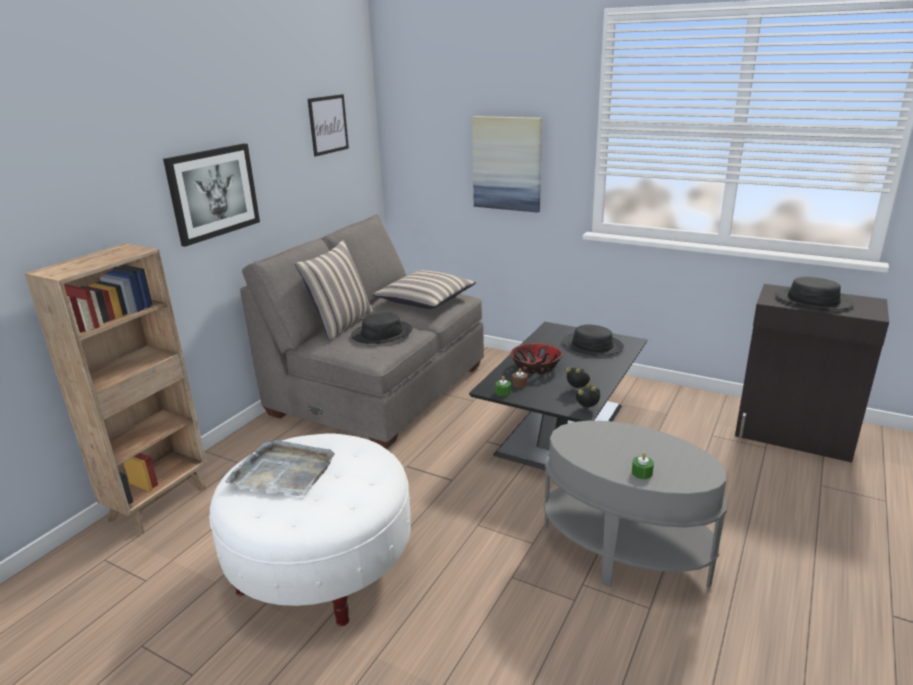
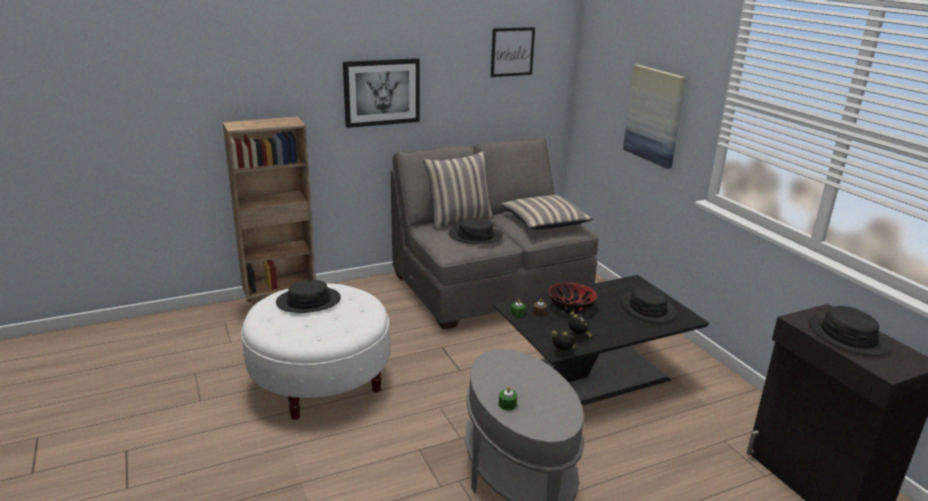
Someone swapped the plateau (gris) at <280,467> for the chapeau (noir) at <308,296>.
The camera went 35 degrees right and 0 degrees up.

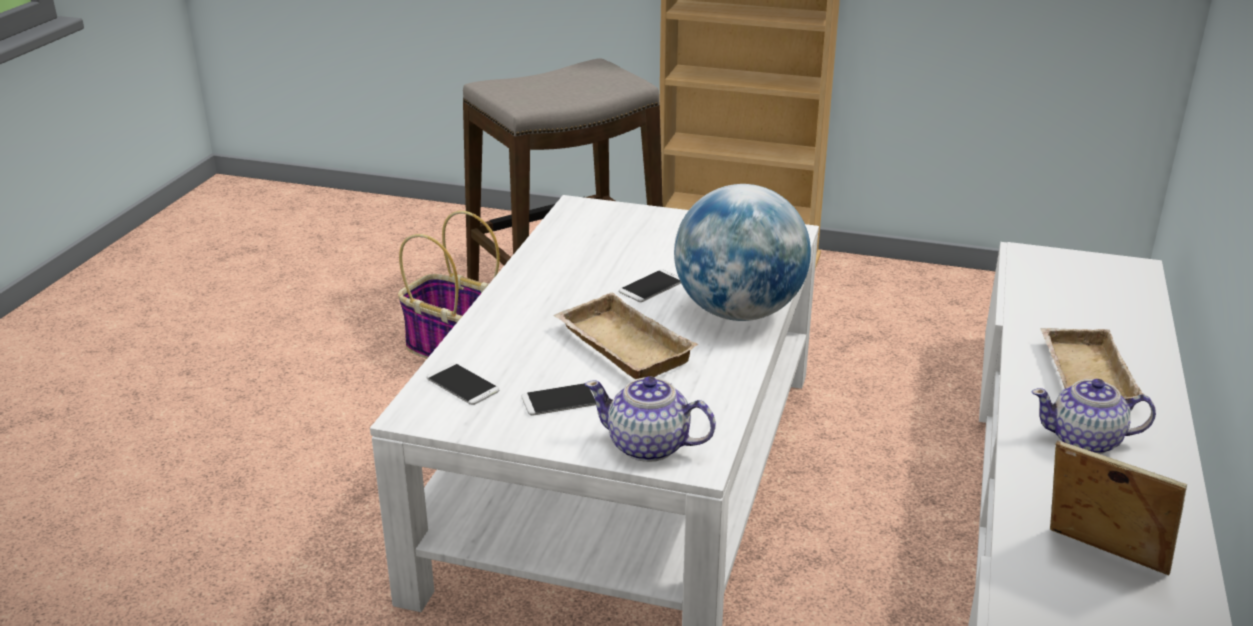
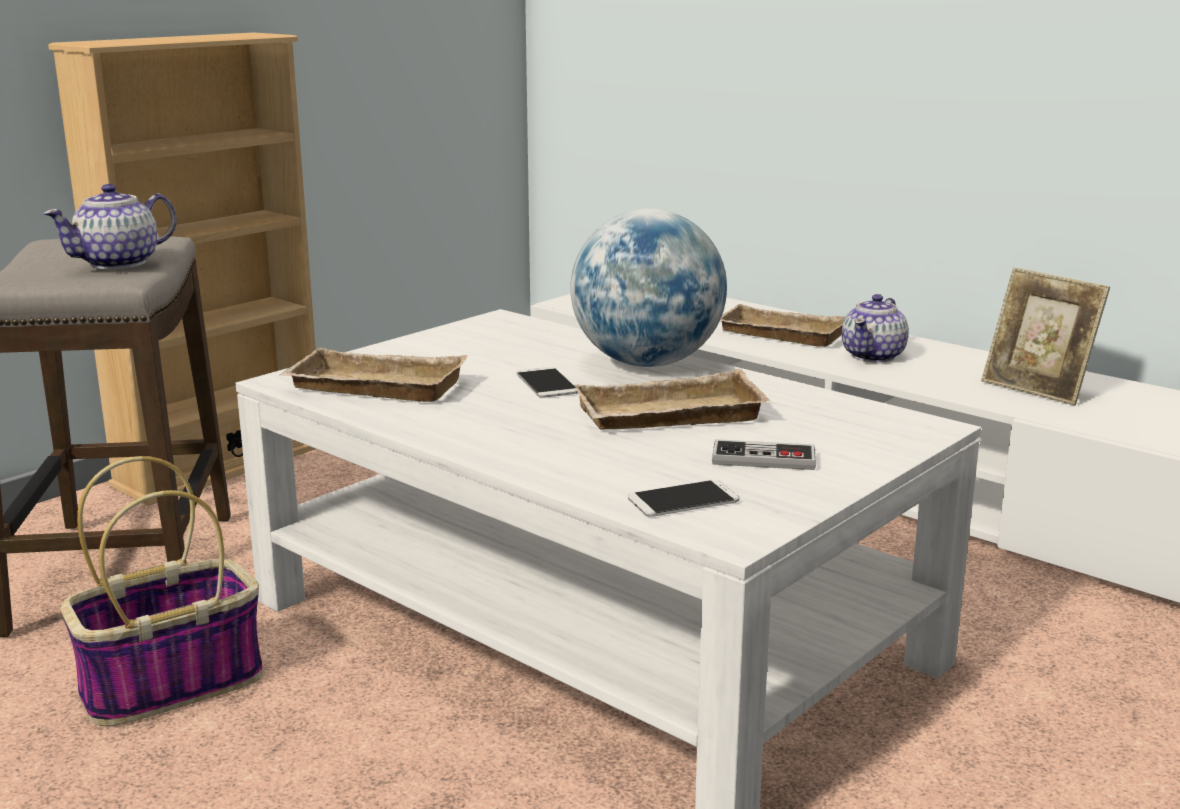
Someone put down the plateau (beige) at <374,375>.
Someone carried the théière from <650,419> to <110,226>.
Someone swapped the téléphone at <559,399> for the manette at <764,454>.
Someone rotated the cadre photo at <1118,507> by 105 degrees counterclockwise.
The camera went 65 degrees left and 10 degrees down.

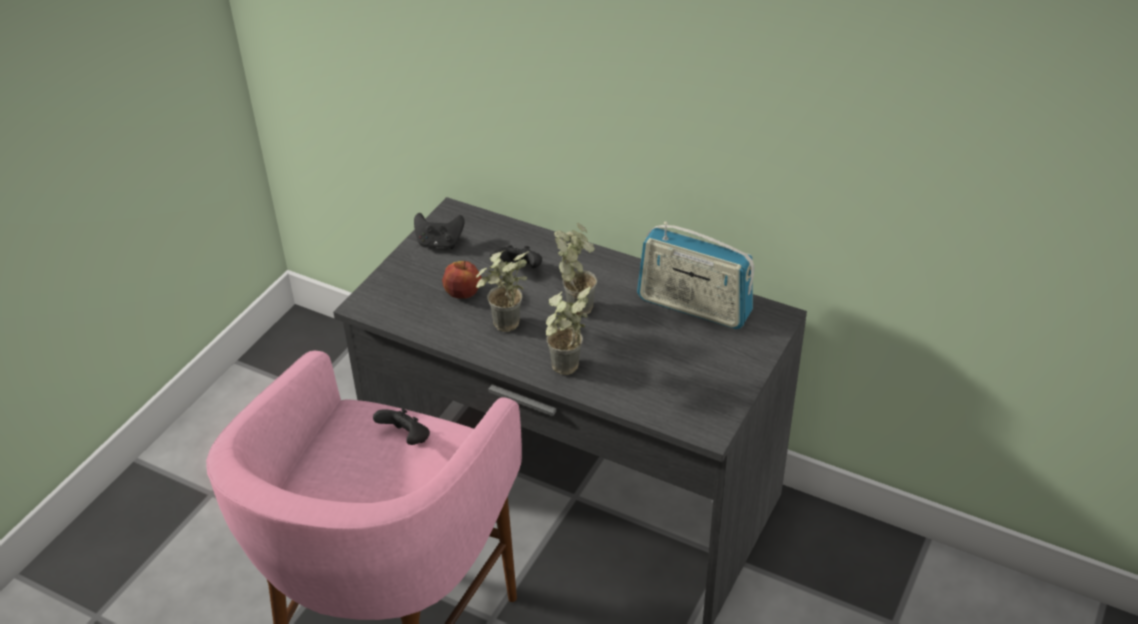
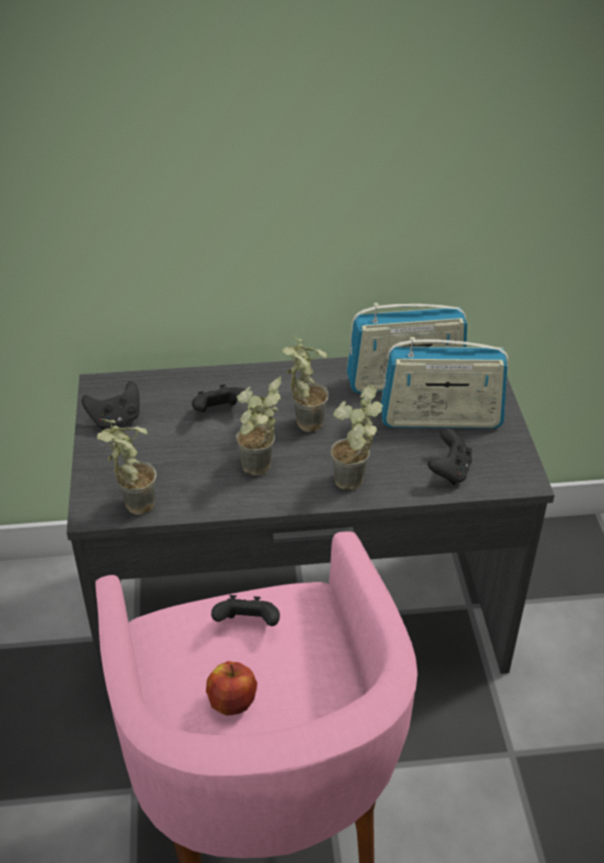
Someone put down the plante en pot at <127,467>.
Someone put down the radio at <445,382>.
Someone put down the manette (noir) at <450,456>.
Someone carried the pomme from <462,280> to <231,688>.
The camera went 35 degrees left and 0 degrees up.

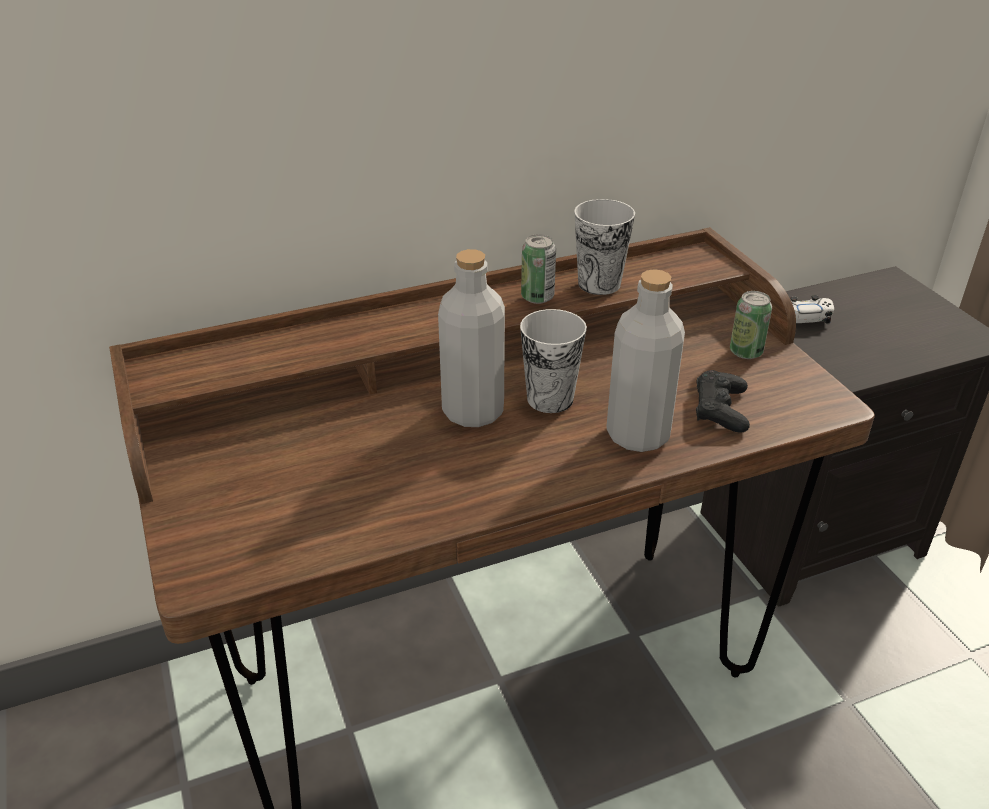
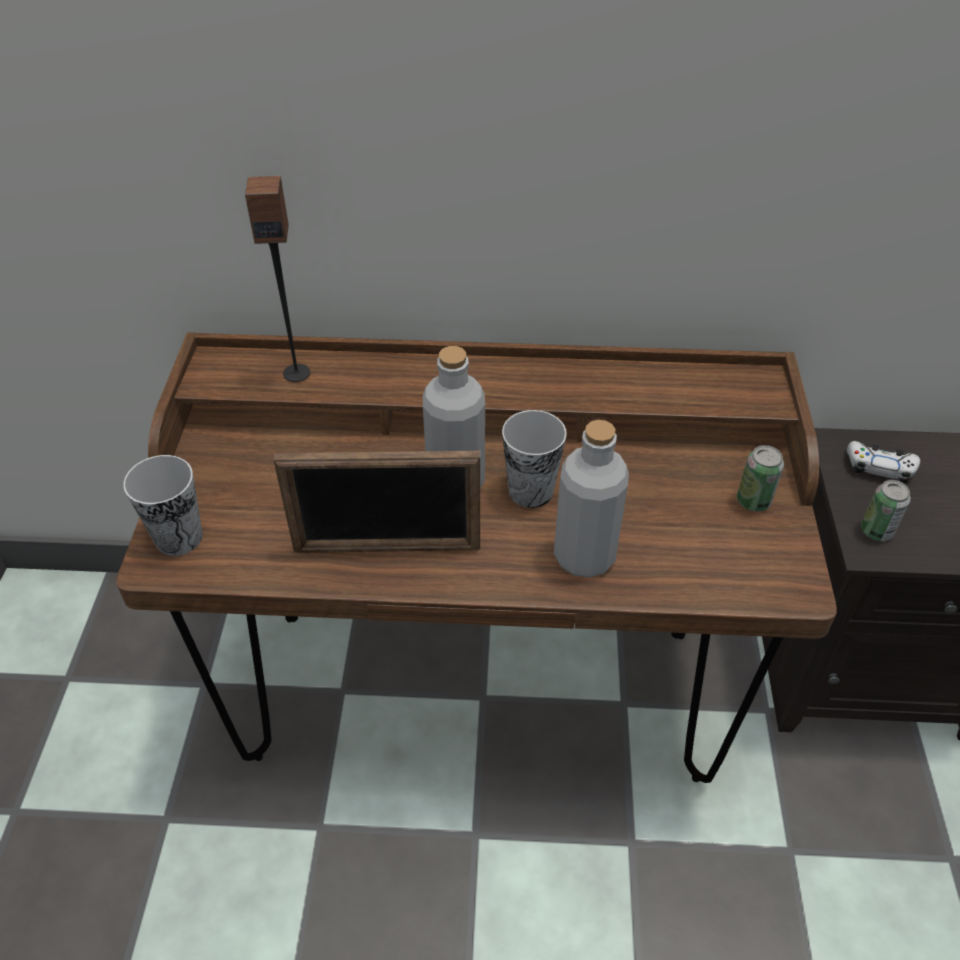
Someone took away the manette (noir) at <723,401>.
Someone put down the enceinte at <277,279>.
Someone put down the cadre photo at <376,502>.
Someone carried the boîte métallique from <538,269> to <886,510>.
Someone carried the tasse from <604,247> to <163,505>.
The camera went 25 degrees right and 10 degrees up.

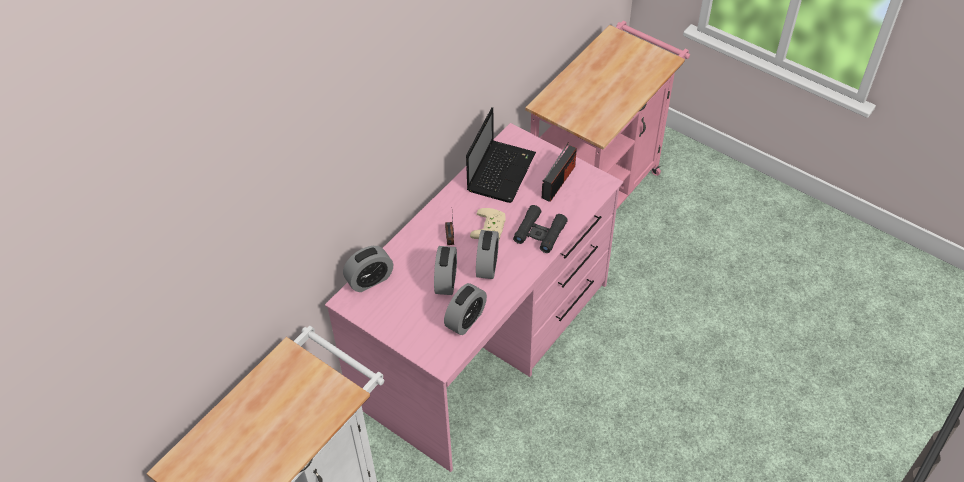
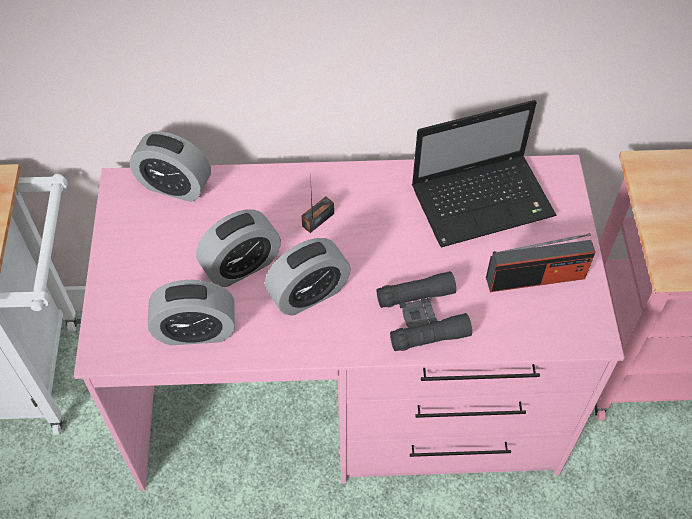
Someone took away the manette (beige) at <488,224>.
The camera went 50 degrees right and 5 degrees up.

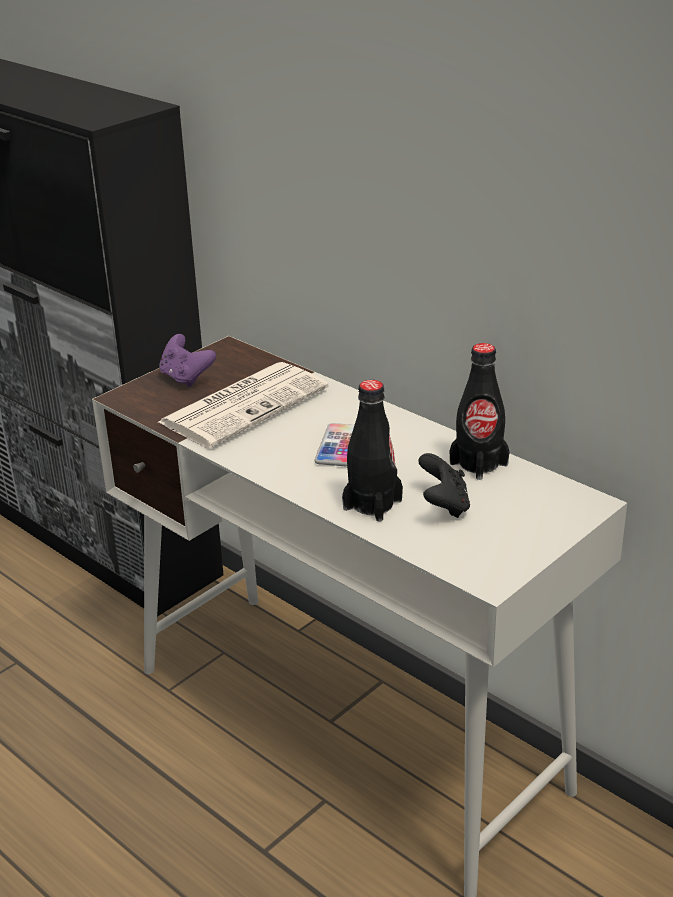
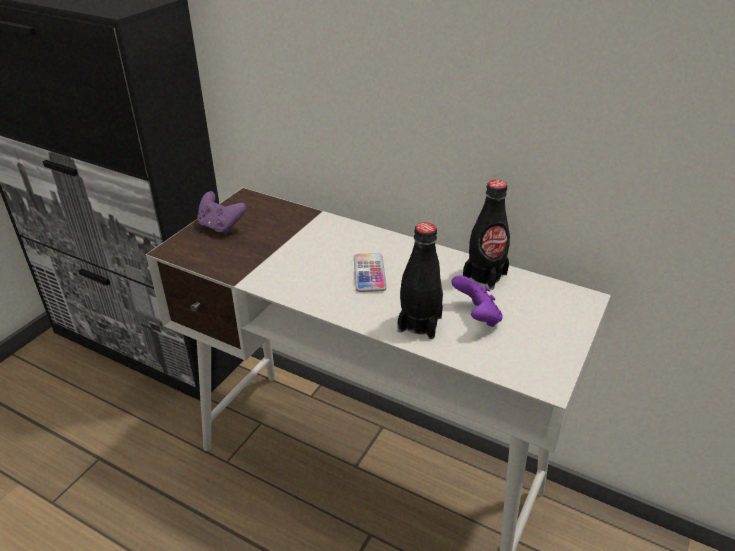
Someone took away the journal at <244,405>.
Someone repainted the manette (noir) at <444,485>, which became the manette (violet) at <477,301>.
The camera went 15 degrees left and 5 degrees up.

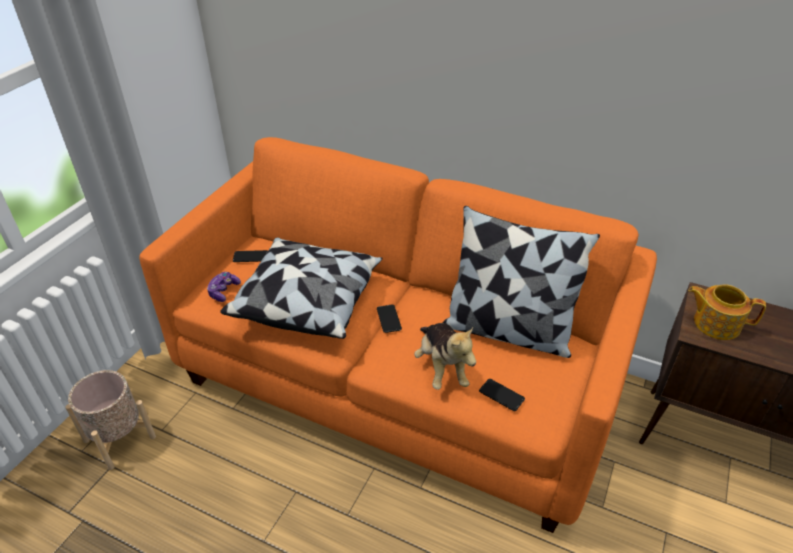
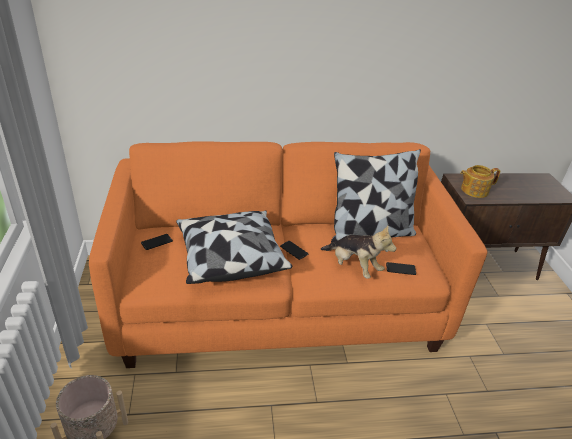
Someone took away the manette at <224,287>.
The camera went 35 degrees left and 5 degrees down.

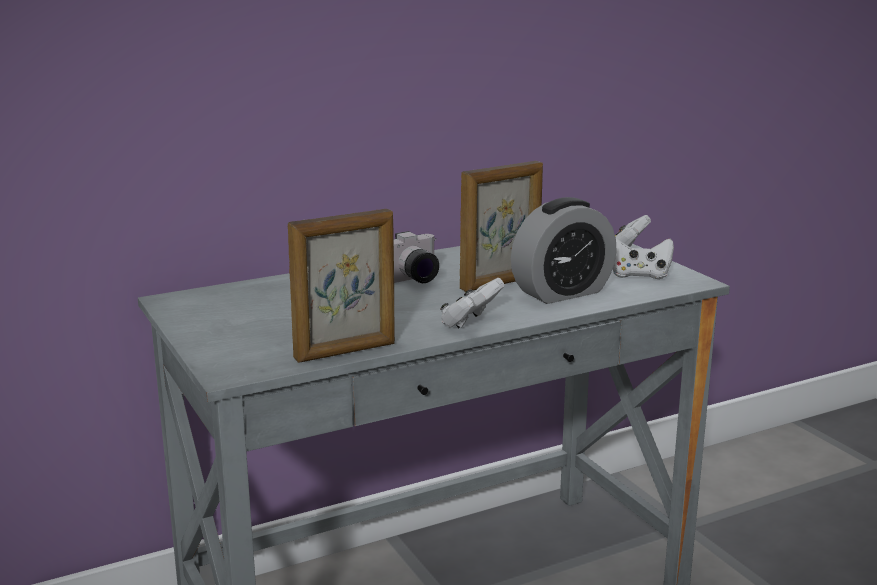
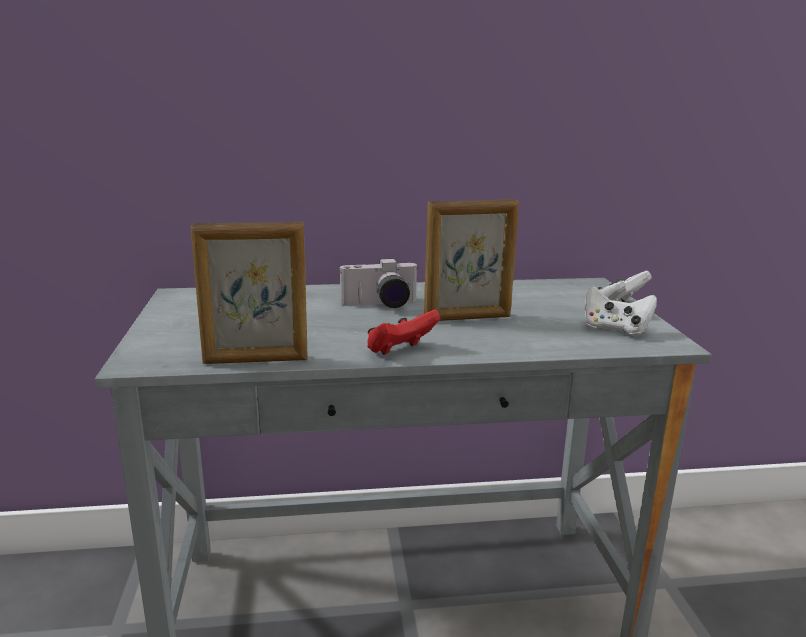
Someone took away the réveil at <564,250>.
Someone repainted the manette (blanc) at <472,303>, which became the manette (rouge) at <404,332>.
The camera went 20 degrees right and 0 degrees up.

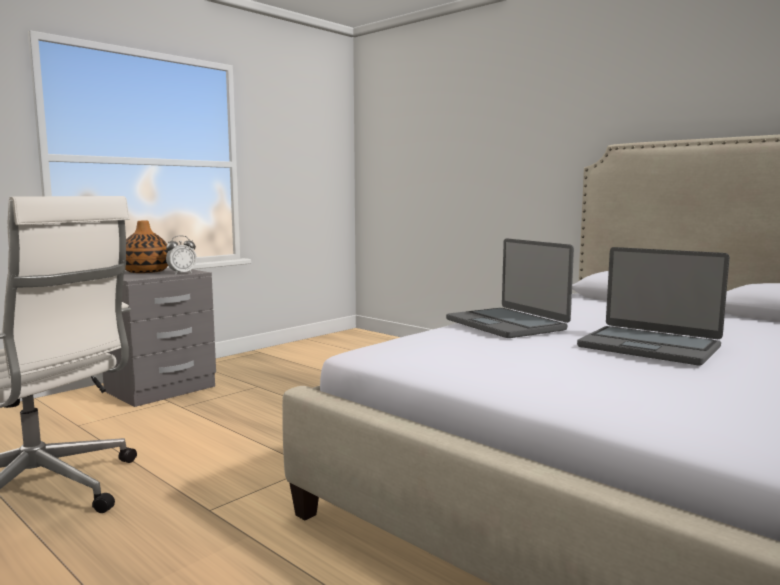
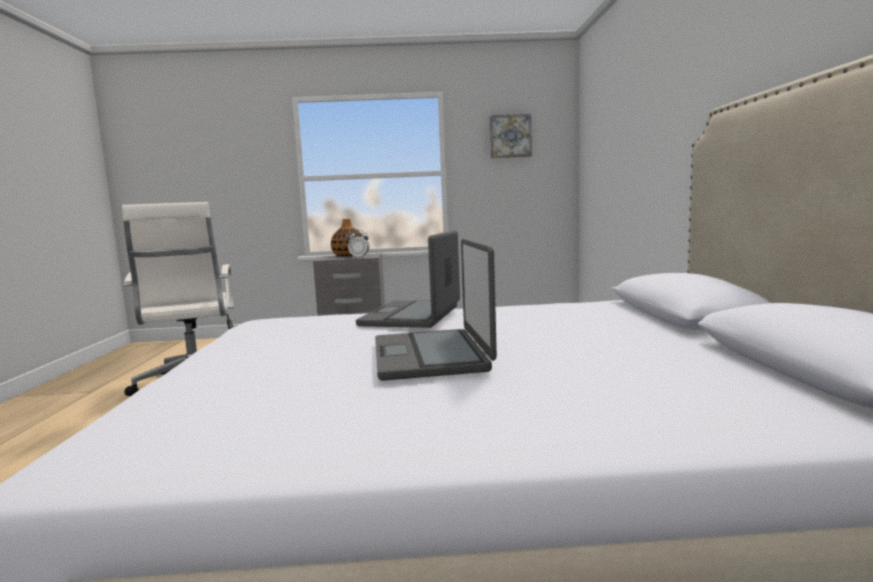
Someone put up the tableau at <511,136>.
The camera went 45 degrees right and 0 degrees up.

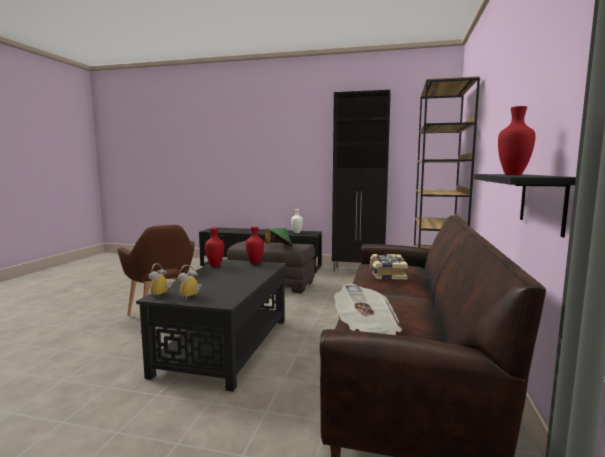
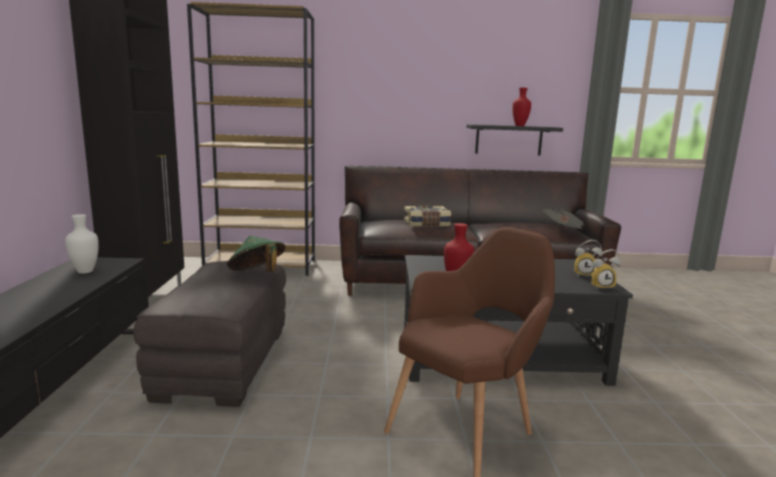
Someone took away the vase (rouge) at <254,245>.
The camera went 105 degrees left and 5 degrees up.

